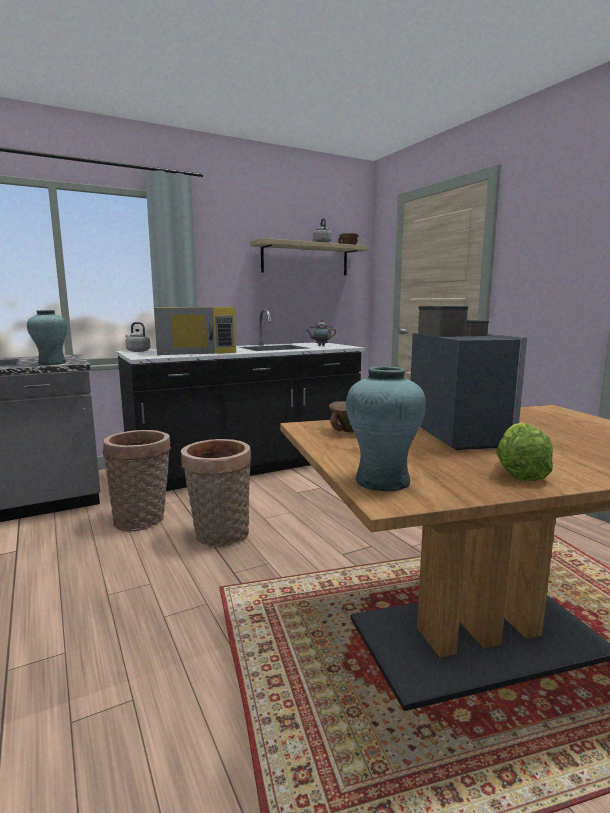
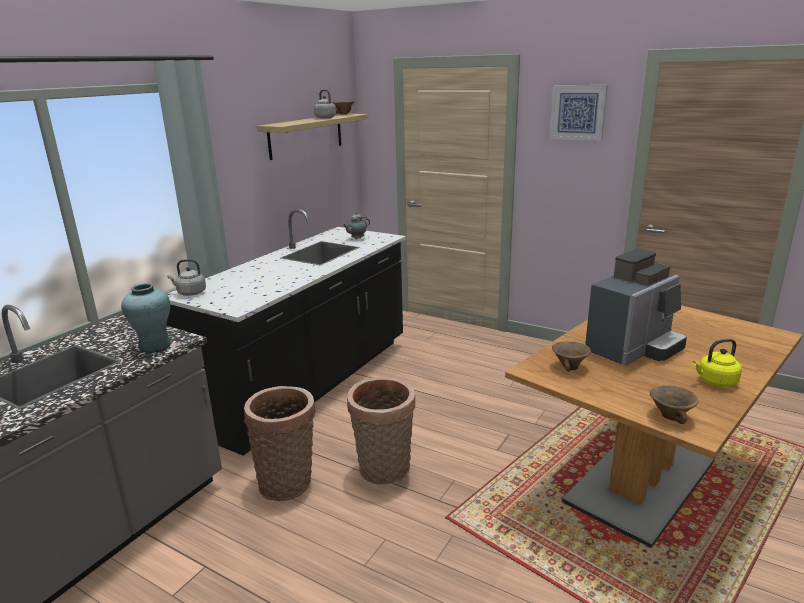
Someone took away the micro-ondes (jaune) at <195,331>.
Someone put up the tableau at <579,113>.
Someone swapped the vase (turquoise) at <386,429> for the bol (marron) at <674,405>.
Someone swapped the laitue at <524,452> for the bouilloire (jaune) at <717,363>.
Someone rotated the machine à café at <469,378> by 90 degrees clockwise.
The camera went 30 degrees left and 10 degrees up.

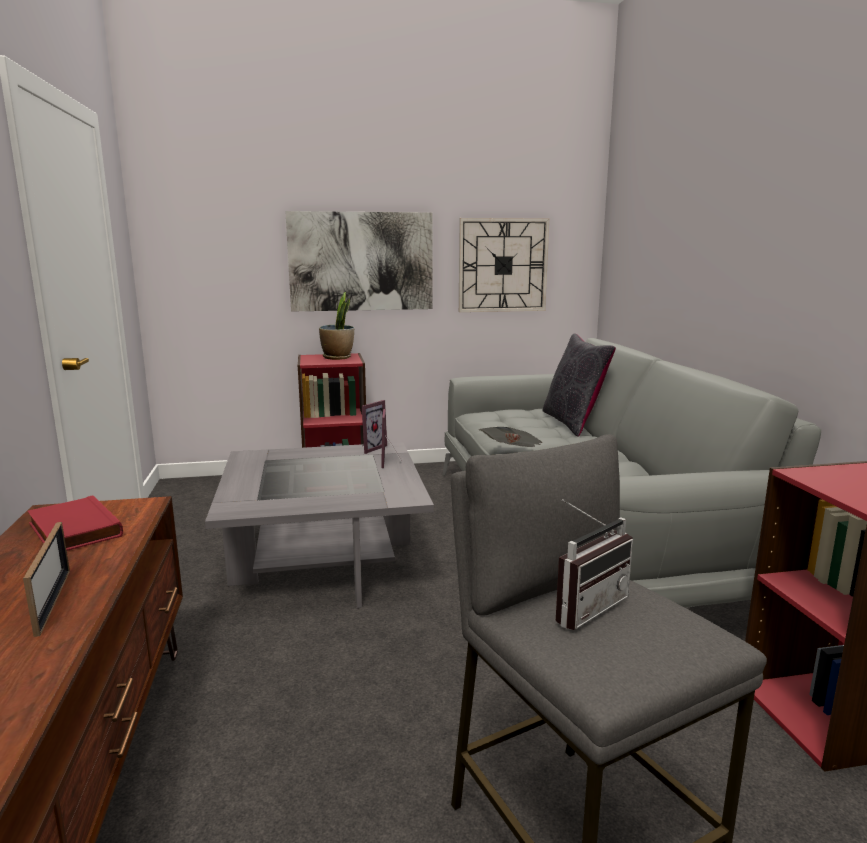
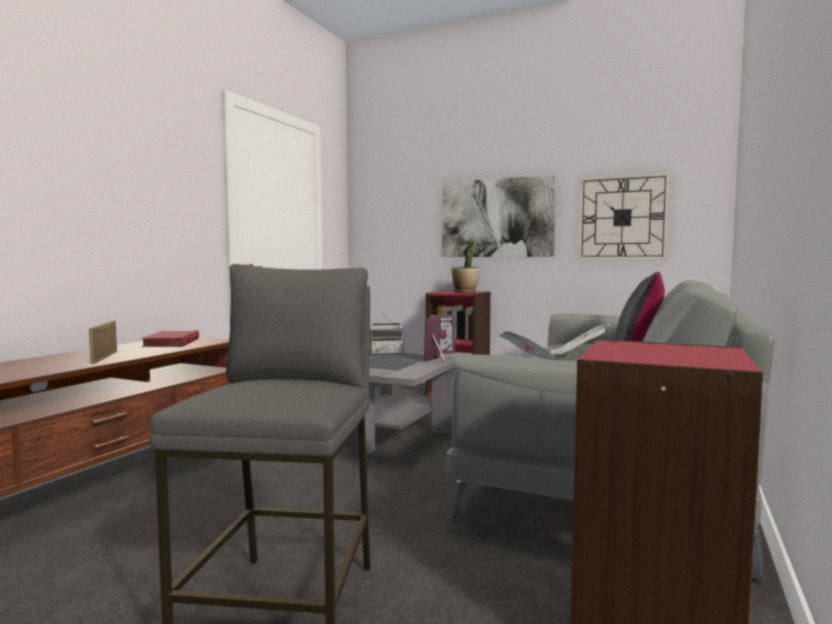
Someone put down the journal at <580,339>.
Someone carried the radio from <594,564> to <387,334>.
Someone rotated the cadre photo at <46,579> by 150 degrees clockwise.
The camera went 35 degrees right and 10 degrees down.

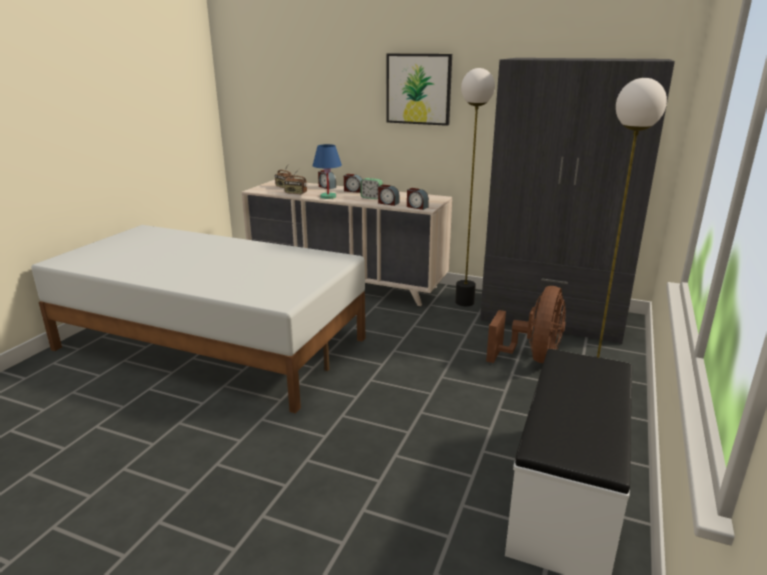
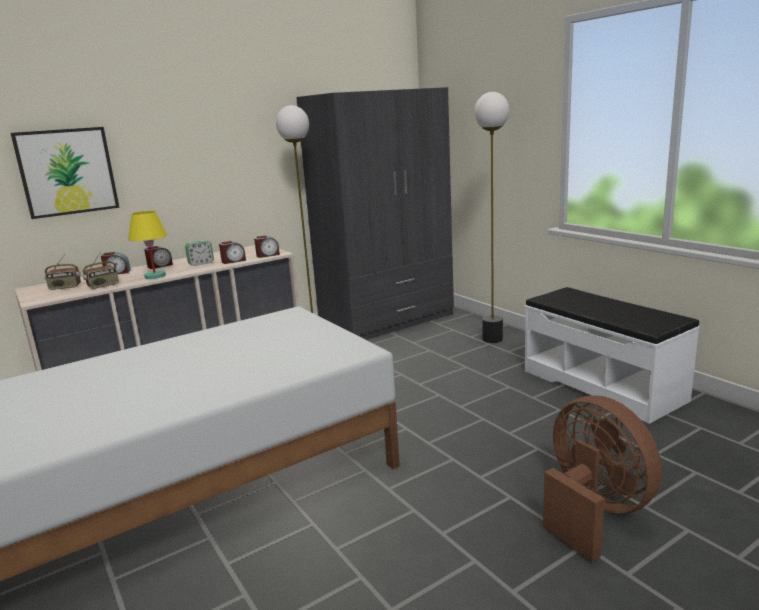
Someone carried the tableau from <419,89> to <65,173>.
Someone carried the ventilateur (marron) from <526,324> to <602,478>.
Someone repainted the lampe de table (bleu) at <327,171>, which became the lampe de table (jaune) at <147,245>.
The camera went 55 degrees left and 5 degrees down.

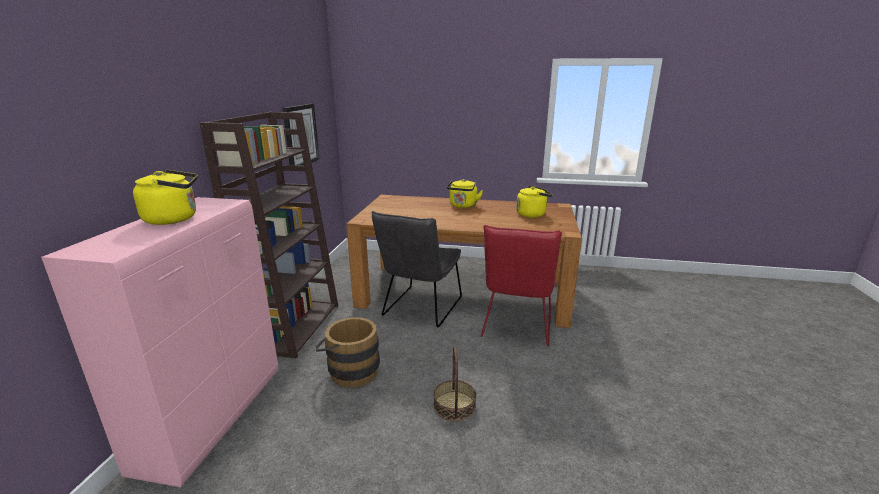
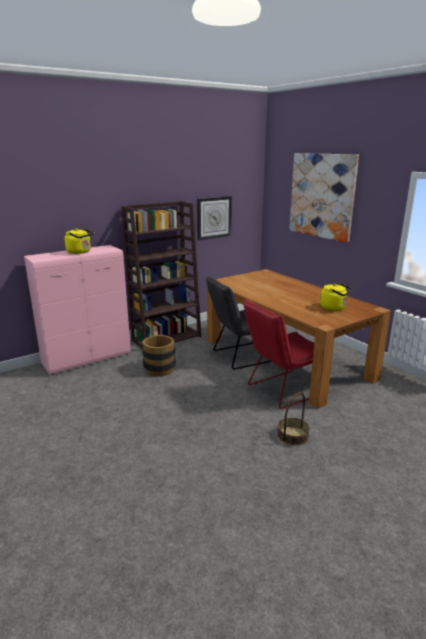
Someone took away the bouilloire (jaune) at <465,193>.
Someone put up the tableau at <324,198>.
Someone carried the panier from <454,383> to <293,419>.
The camera went 45 degrees right and 0 degrees up.

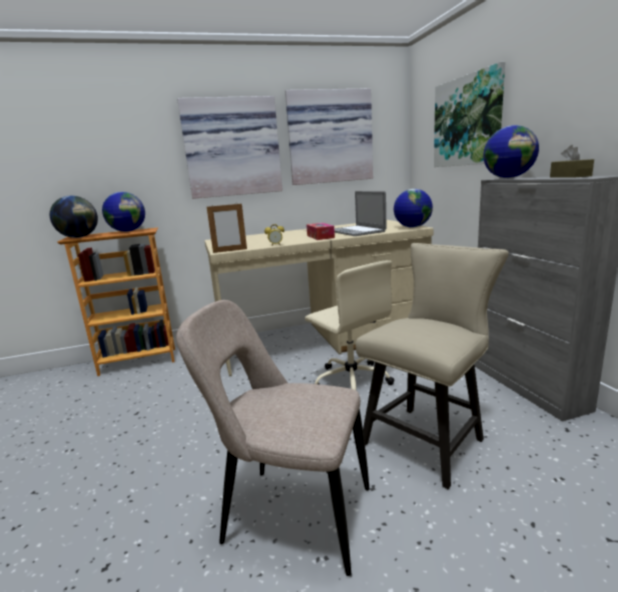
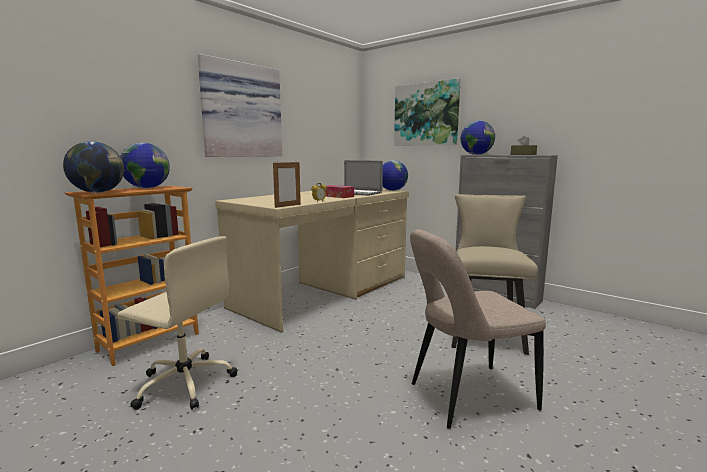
Someone took away the tableau at <329,136>.
Someone carried the chaise de bureau (beige) from <349,325> to <177,323>.
The camera went 35 degrees left and 5 degrees down.

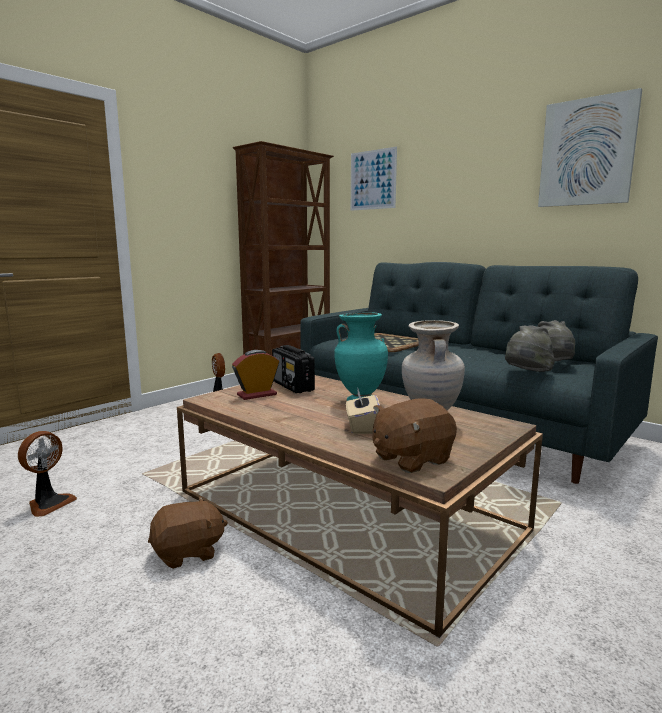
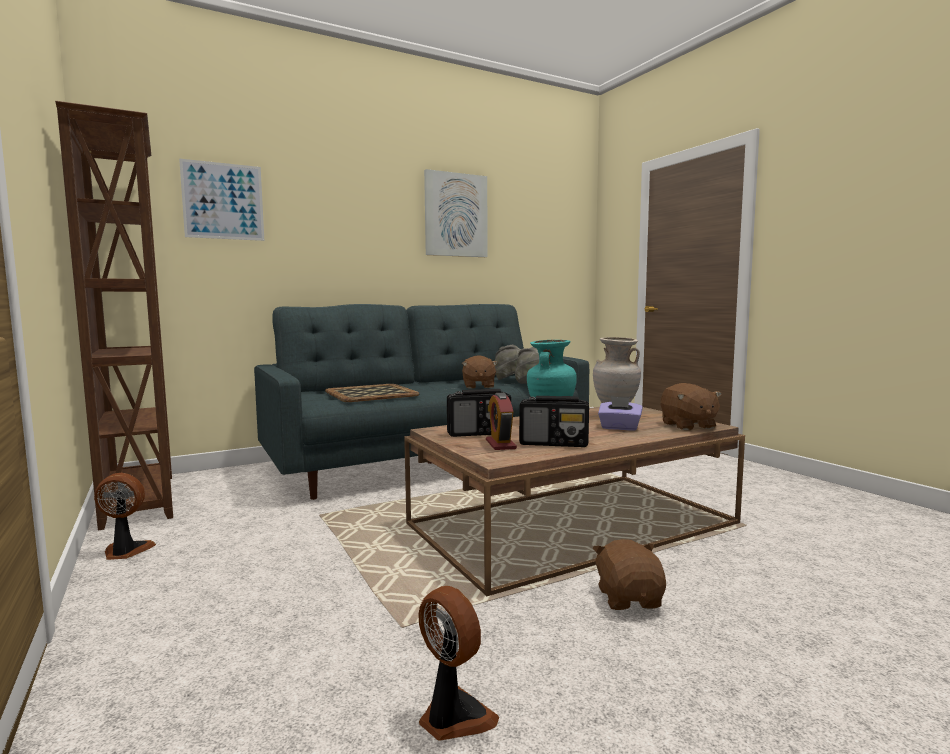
Someone put down the peluche (marron) at <480,372>.
Someone put down the radio at <554,421>.
Someone repainted the boîte à mouchoirs (beige) at <363,411>, which became the boîte à mouchoirs (violet) at <620,413>.
The camera went 70 degrees left and 5 degrees down.

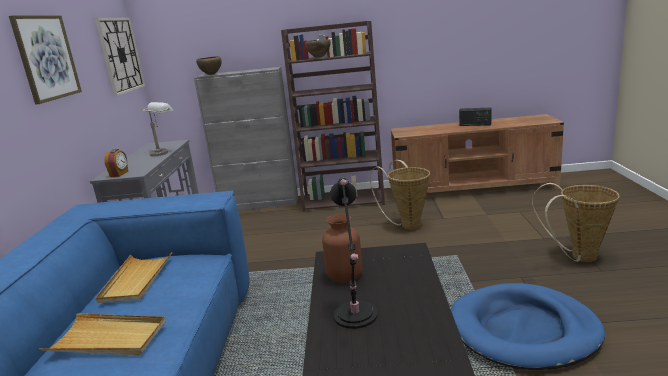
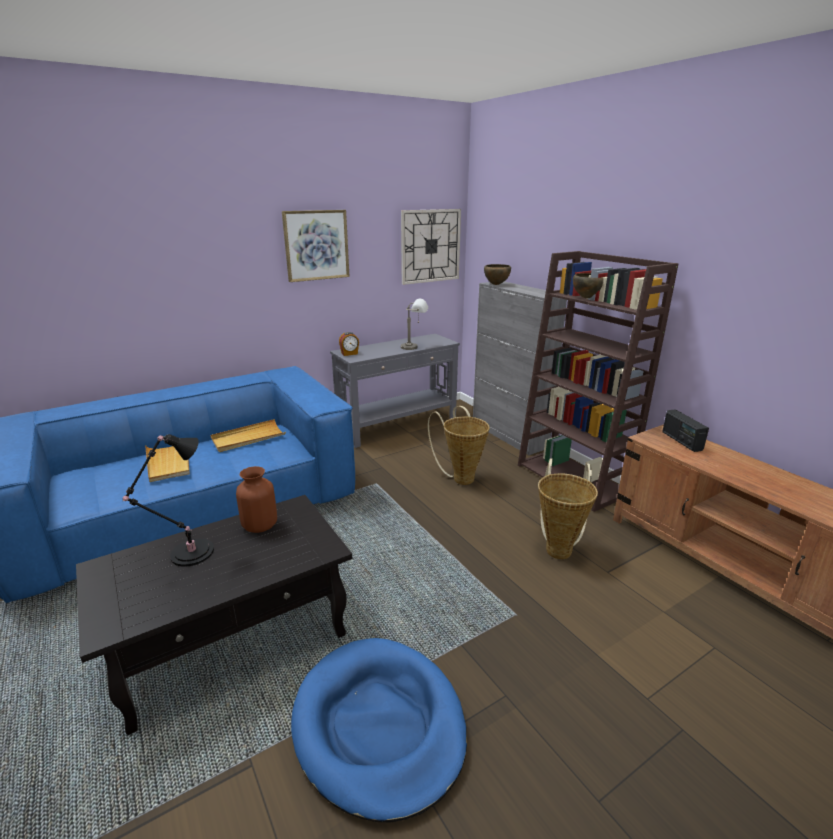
Someone carried the radio from <475,117> to <685,430>.
Someone carried the panier from <576,222> to <459,445>.
The camera went 55 degrees right and 5 degrees up.

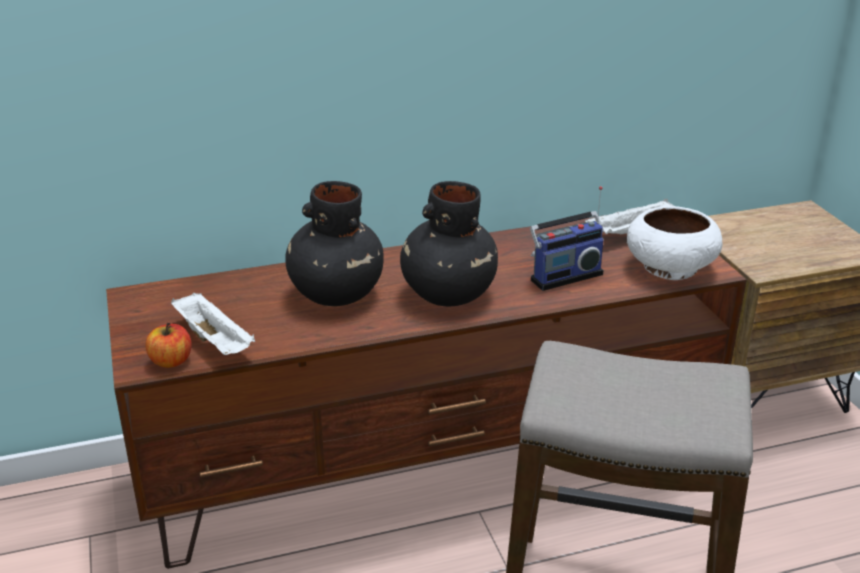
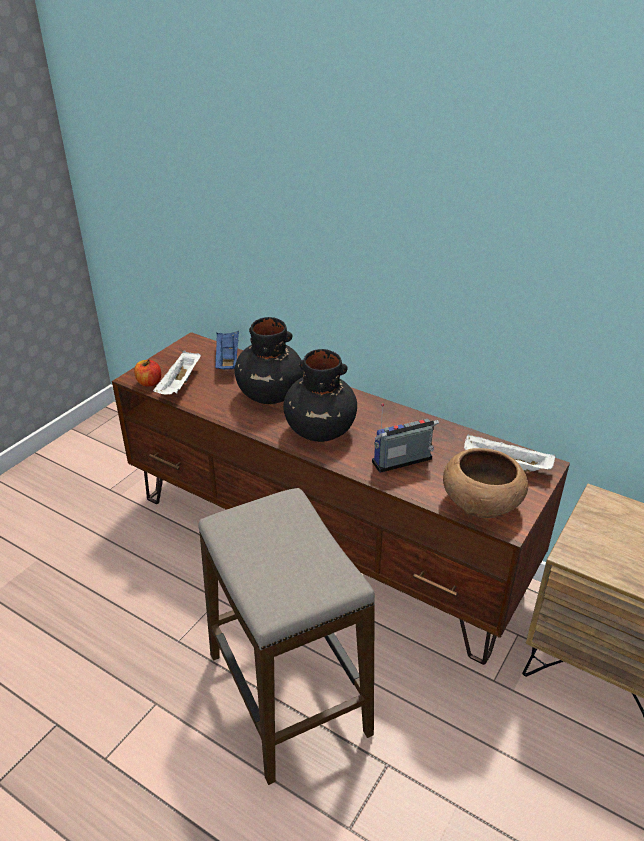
Someone put down the plateau (bleu) at <227,350>.
Someone repainted the bol (blanc) at <674,243>, which became the bol (marron) at <485,483>.
Someone rotated the radio at <567,238> by 135 degrees clockwise.
The camera went 50 degrees right and 5 degrees up.

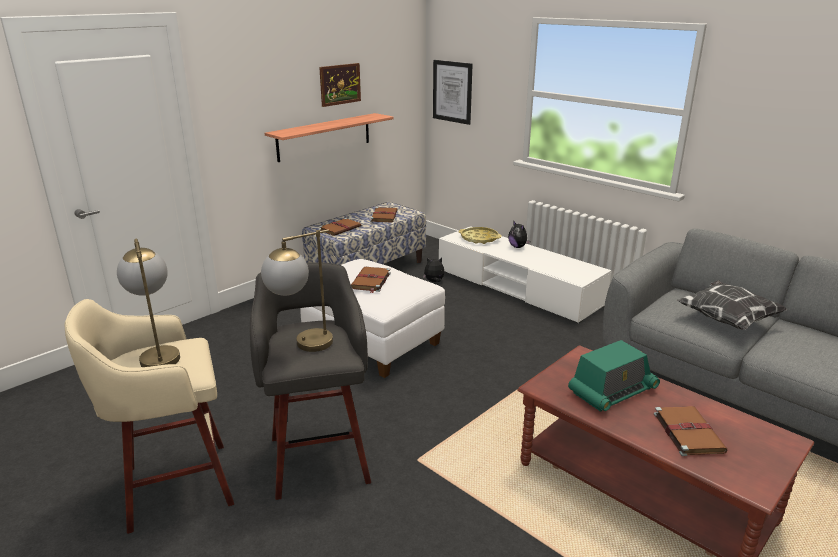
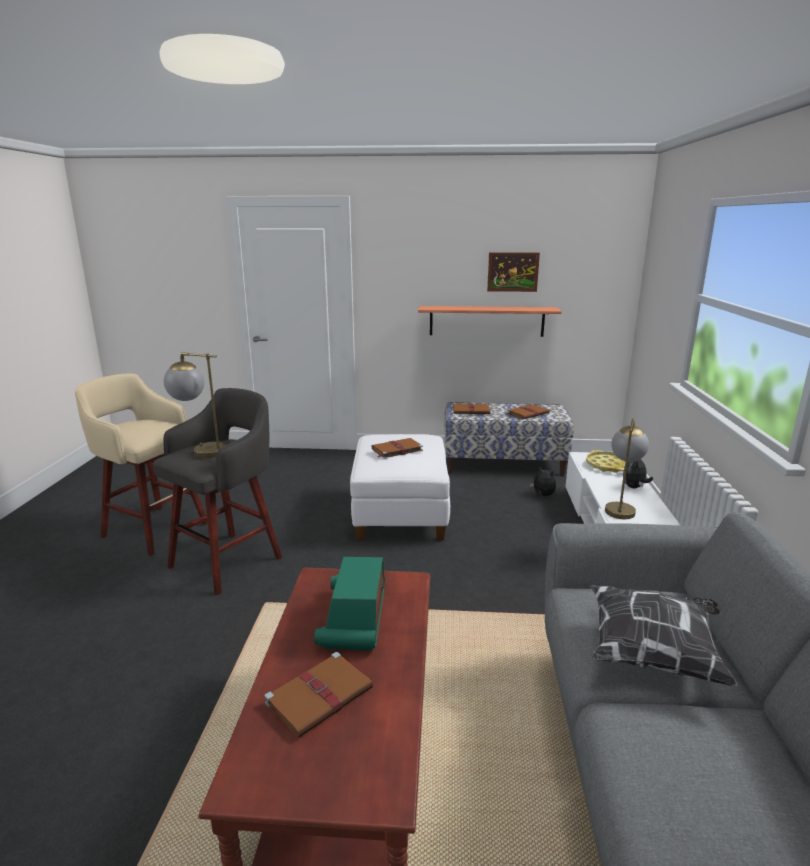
Someone took away the tableau at <453,92>.
Someone carried the lampe de table from <148,303> to <627,469>.
Someone rotated the radio at <614,376> by 75 degrees clockwise.
The camera went 50 degrees right and 5 degrees down.

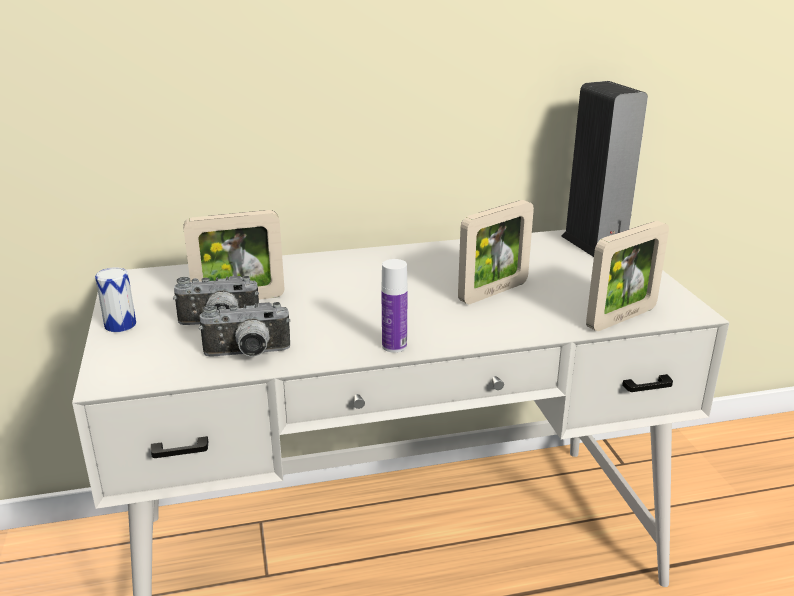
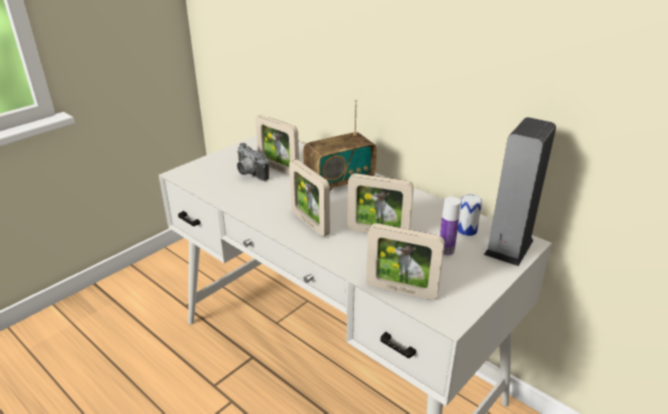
Someone took away the appareil photo at <244,329>.
Someone put down the cadre photo at <309,198>.
Someone put down the radio at <340,145>.
Someone carried the boîte métallique from <115,299> to <470,215>.
Someone carried the bouteille from <394,306> to <450,226>.
The camera went 55 degrees right and 5 degrees up.

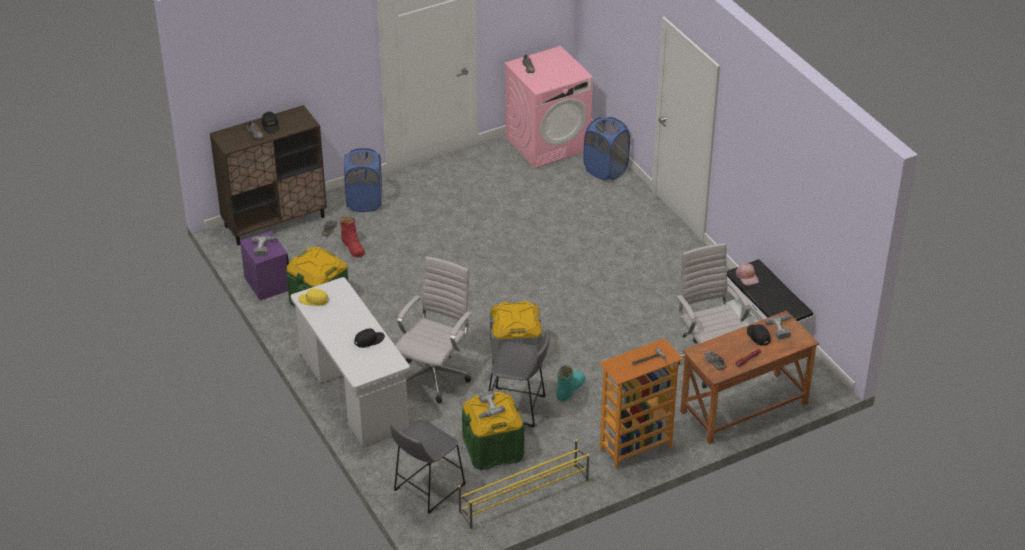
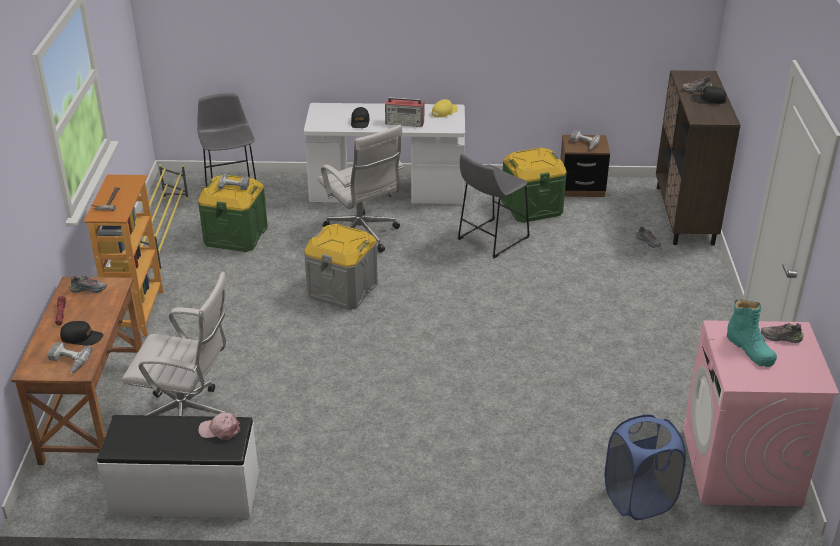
Someone took away the botte (rouge) at <352,237>.
Someone took away the panier à linge (bleu) at <363,180>.
Someone put down the radio at <404,112>.
Someone carried the tabouret (gris) from <519,378> to <493,206>.
Someone carried the botte (turquoise) from <570,383> to <752,333>.
Someone repainted the table de chevet (violet) at <264,265>, which became the table de chevet (marron) at <585,166>.
The camera went 120 degrees right and 5 degrees down.

